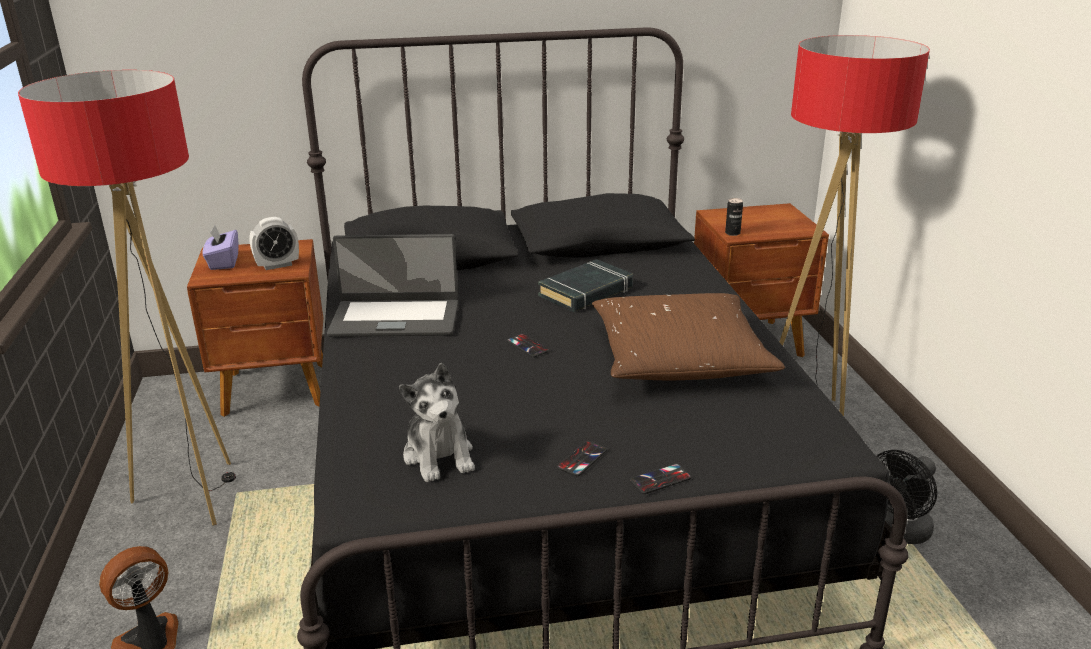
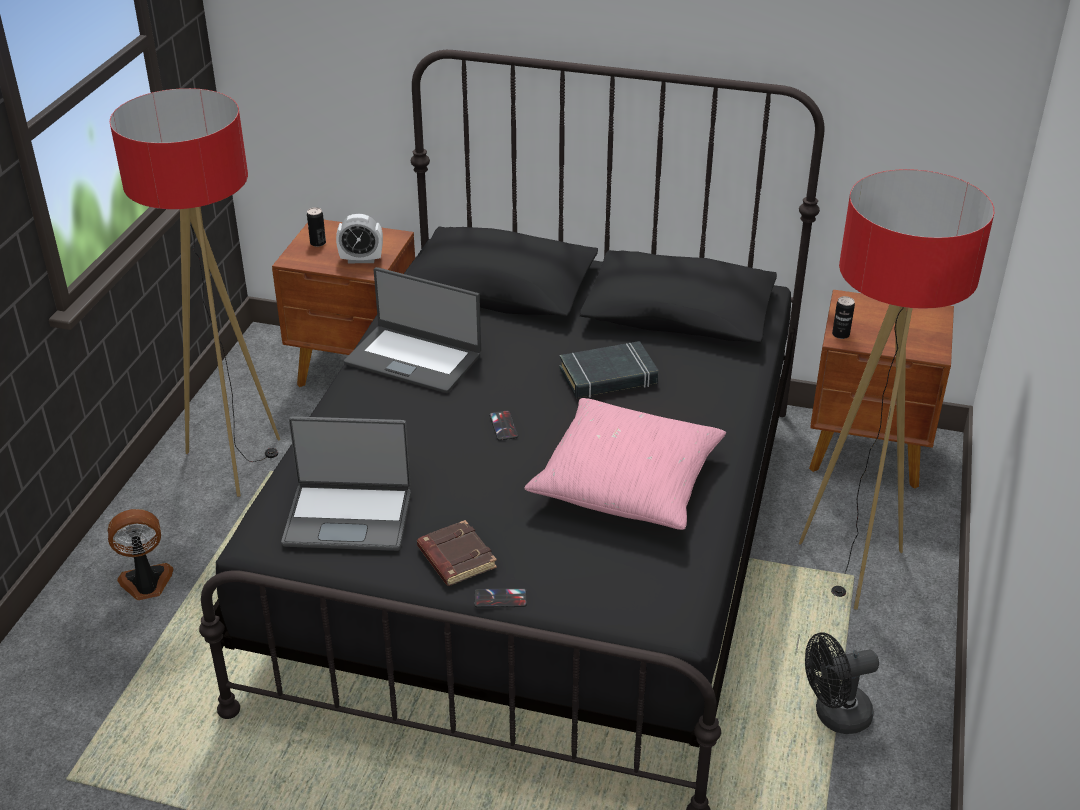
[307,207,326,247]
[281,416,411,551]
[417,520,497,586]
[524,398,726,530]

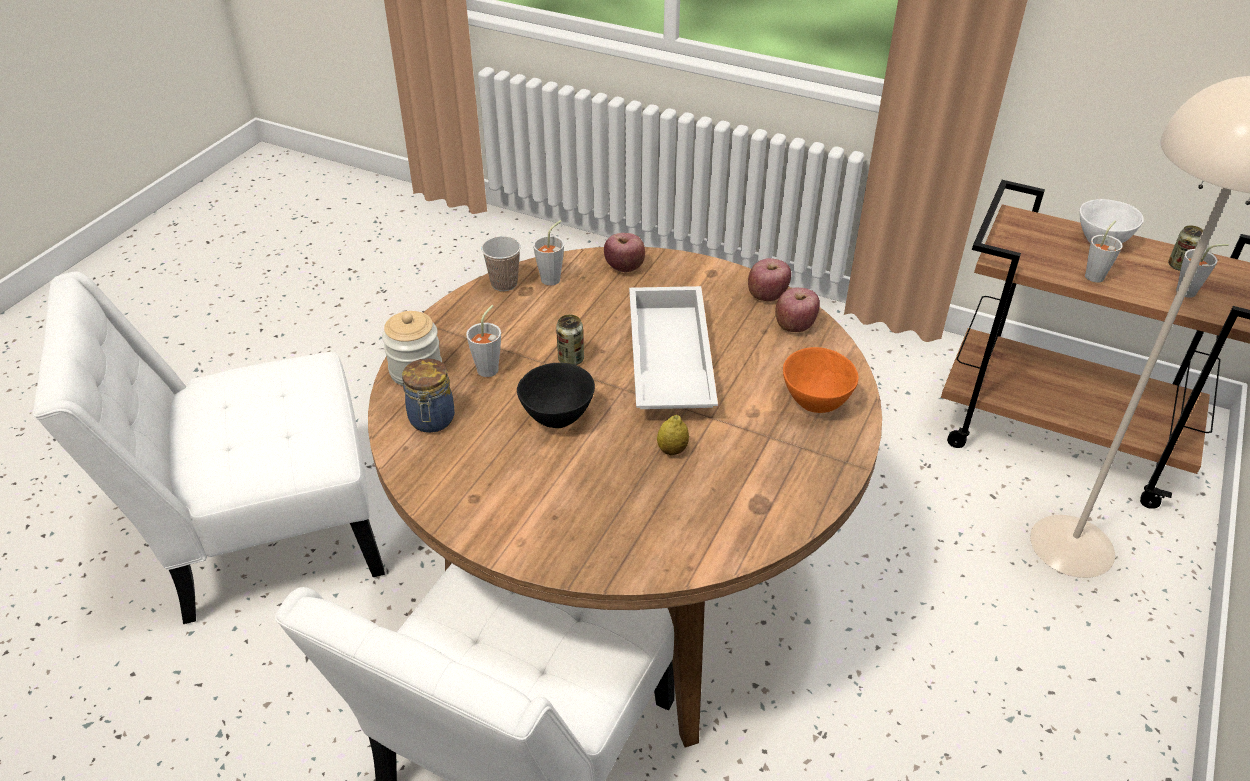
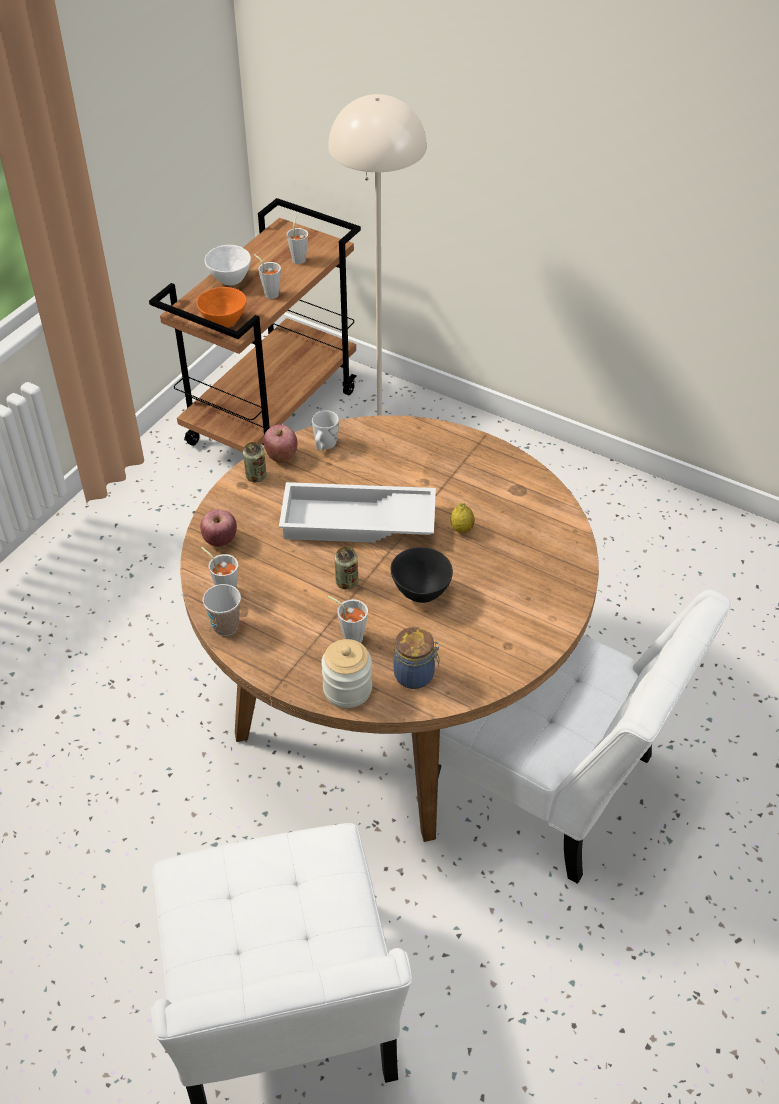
[312,410,339,451]
[197,287,247,328]
[243,442,267,482]

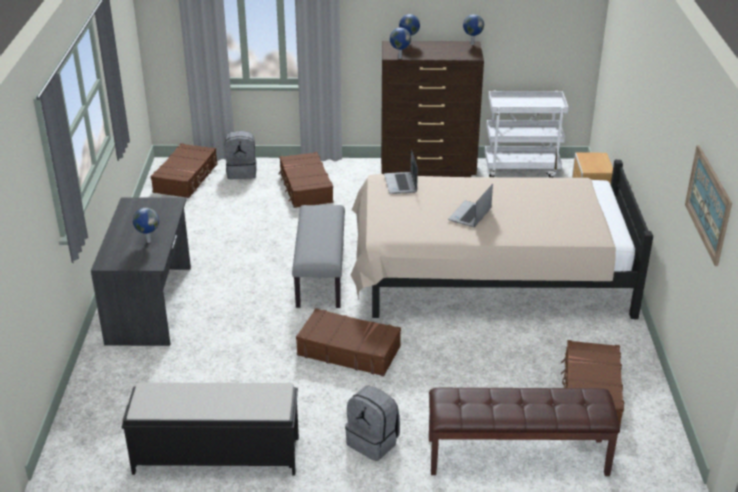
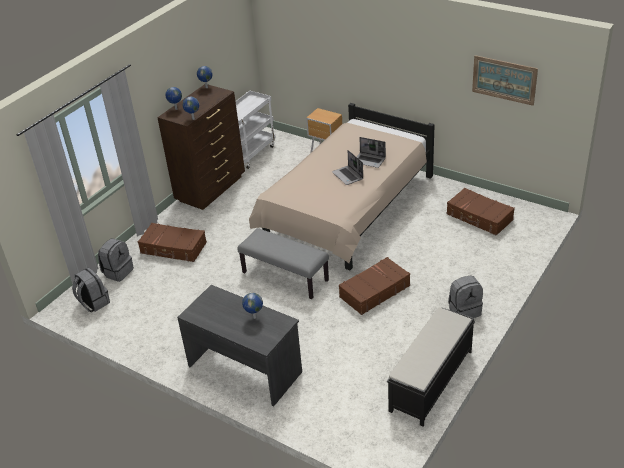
[72,267,110,312]
[357,137,386,168]
[429,387,620,476] (first image)

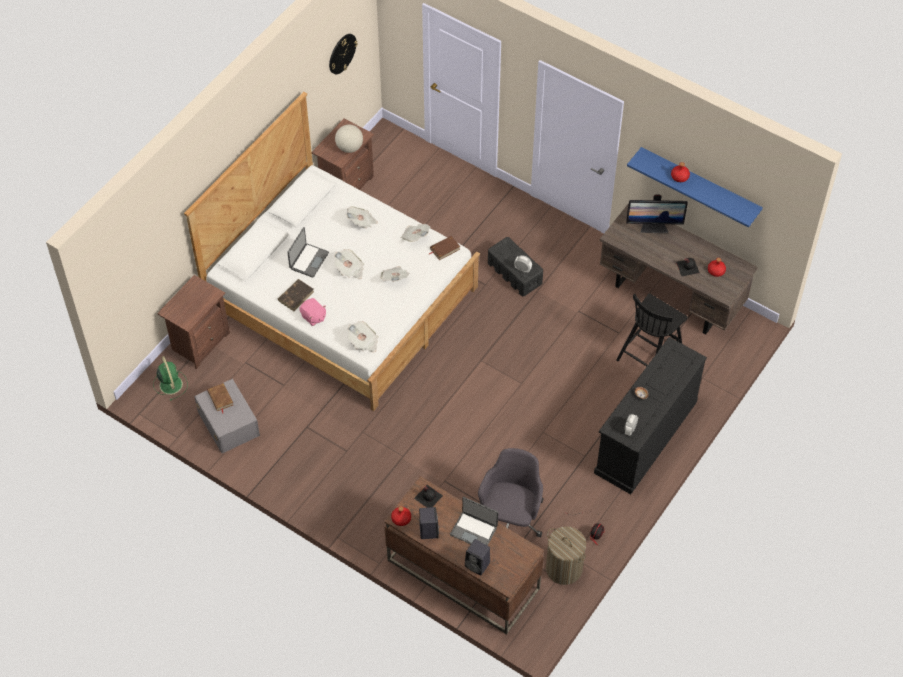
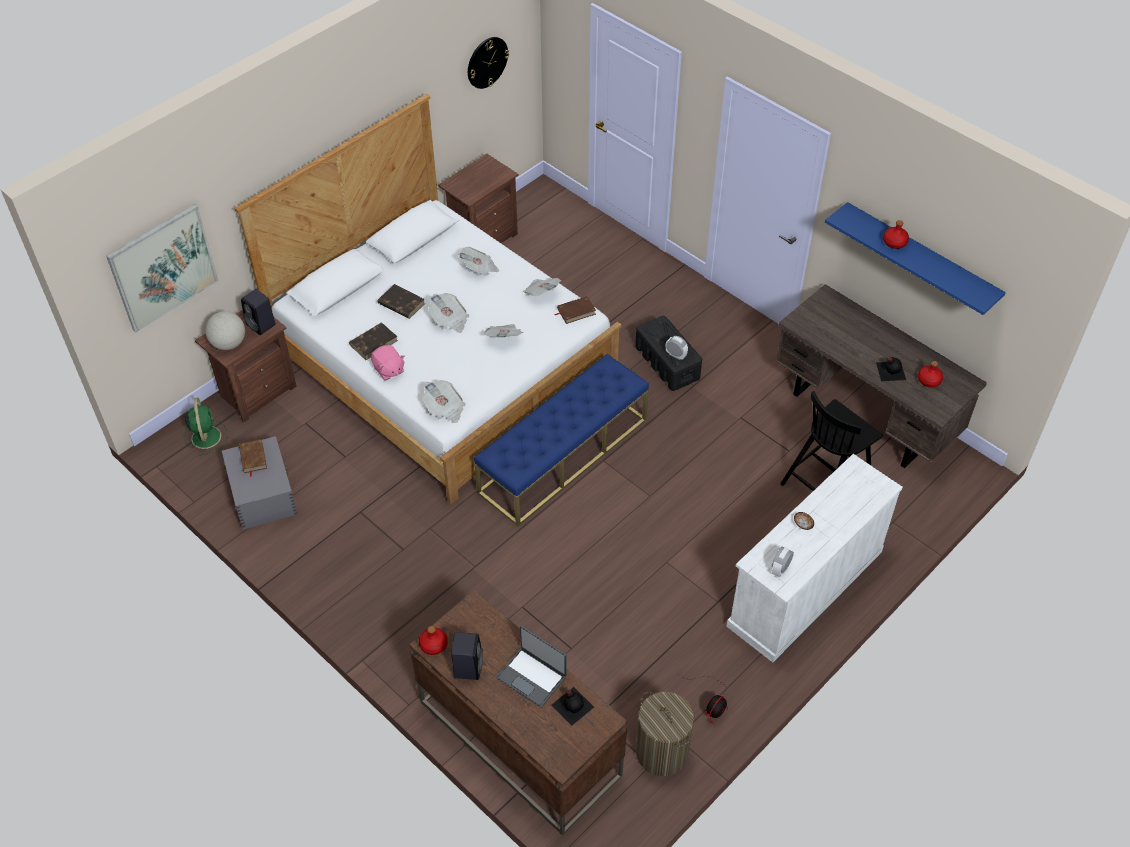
[378,284,425,319]
[205,311,245,350]
[551,687,594,726]
[241,289,276,335]
[478,448,544,537] (first image)
[726,454,903,663]
[626,195,688,233] (first image)
[106,204,219,332]
[474,354,649,526]

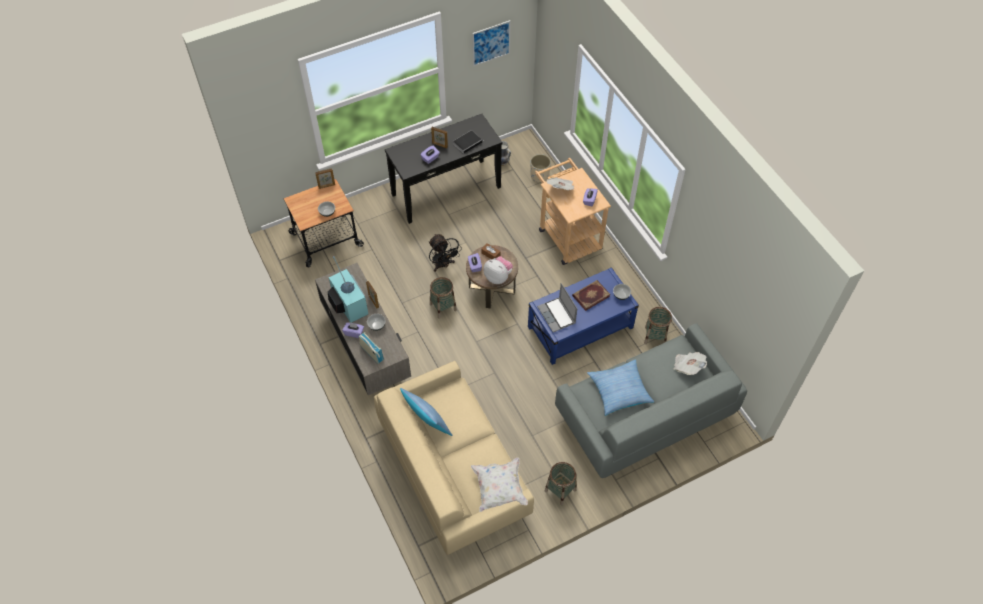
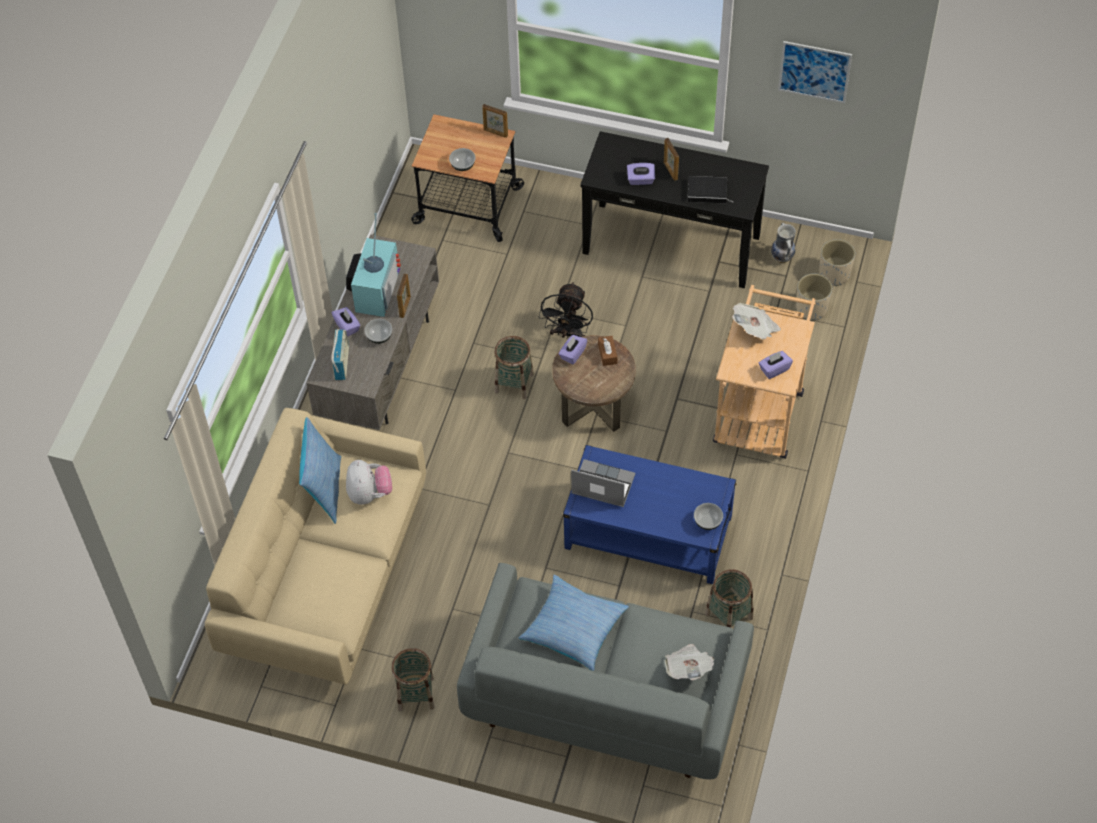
[471,458,528,512] (first image)
[346,460,392,505]
[571,459,635,507]
[572,280,610,311] (first image)
[819,239,855,286]

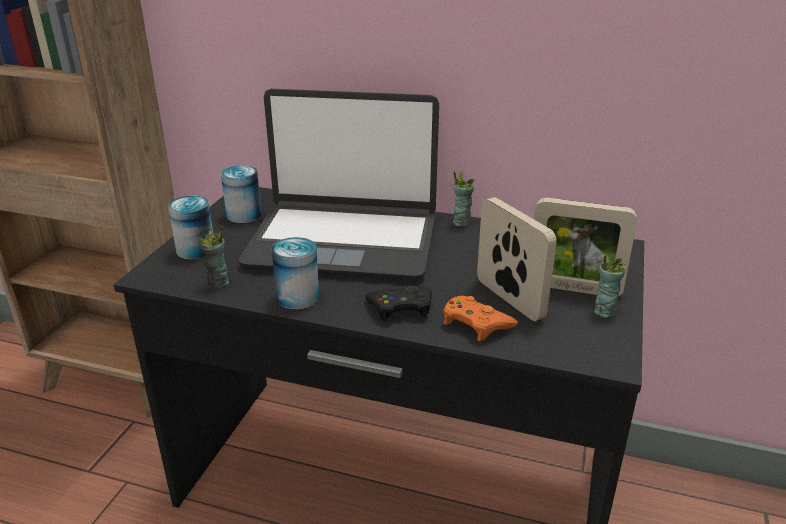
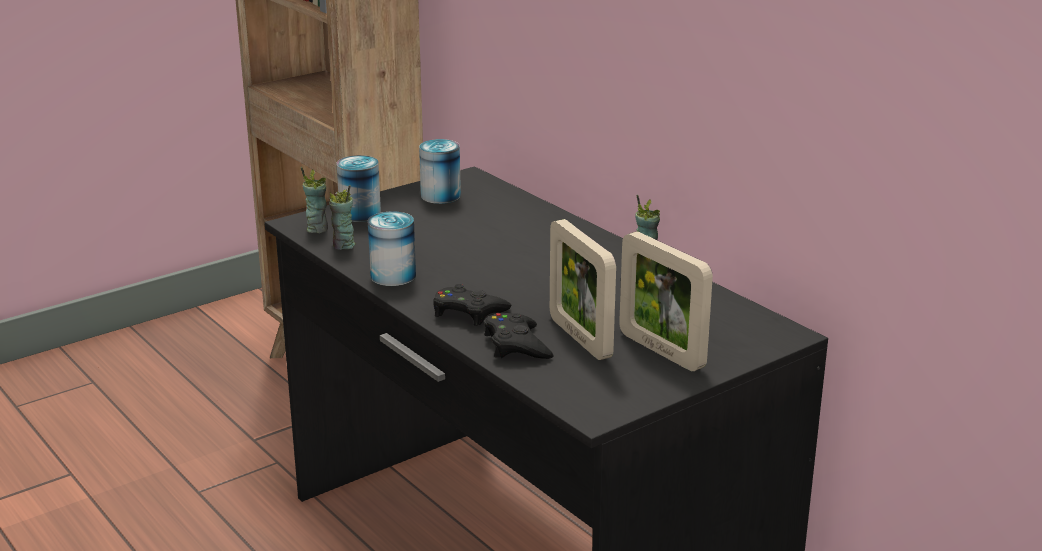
[239,89,439,280] (first image)
[484,313,554,359]
[550,219,616,360]
[301,167,328,233]

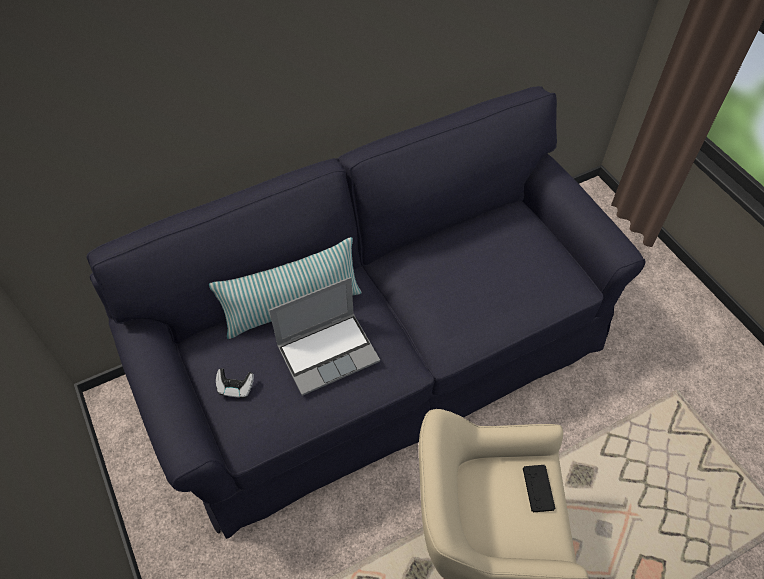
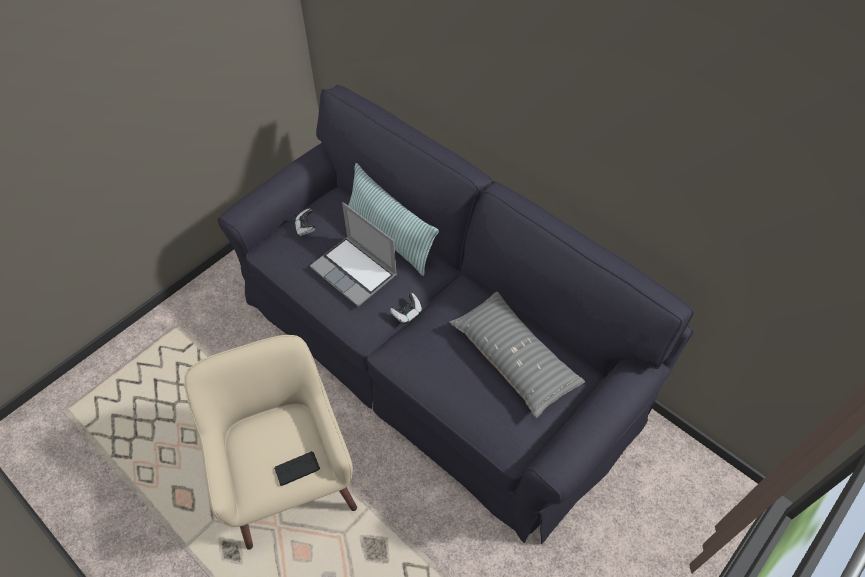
[390,293,422,324]
[449,292,585,418]

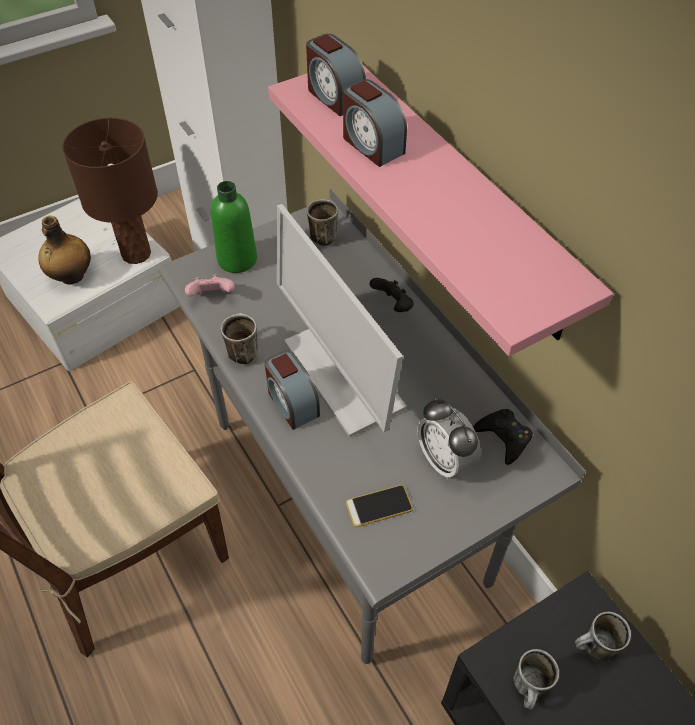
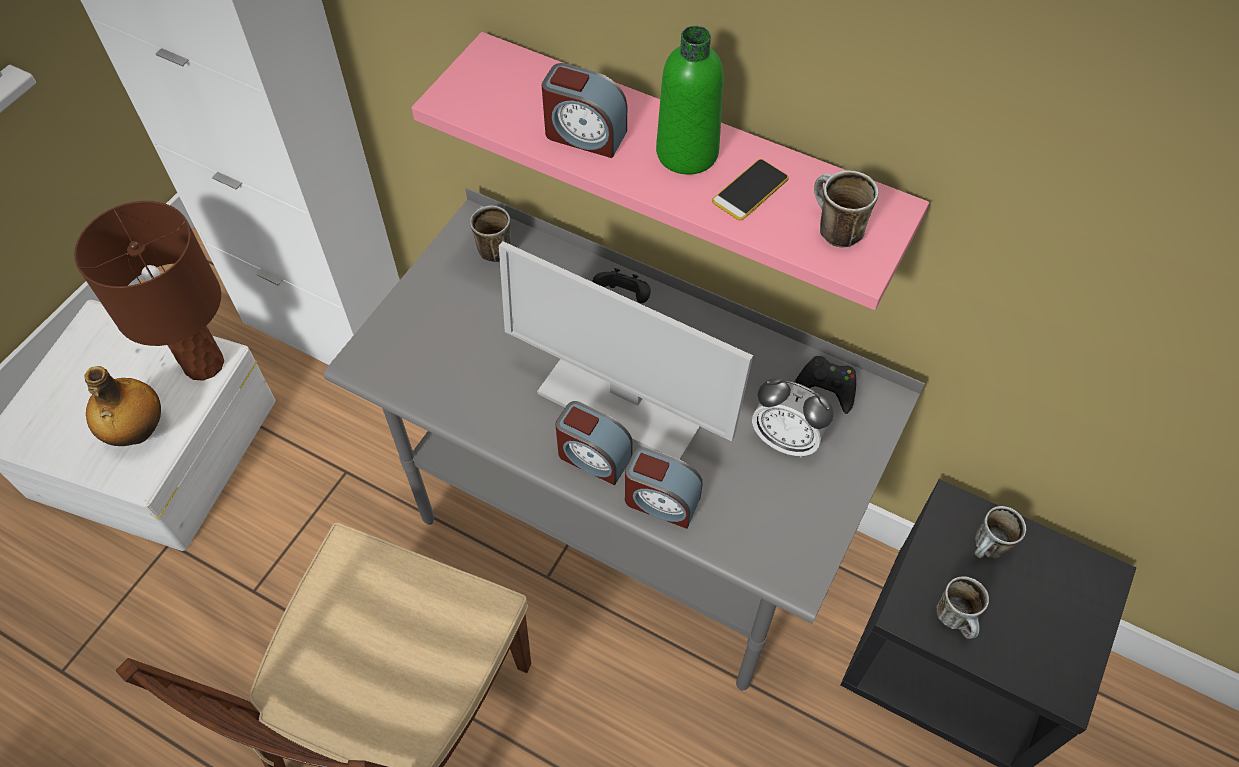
[185,274,235,296] (first image)
[656,26,724,175]
[814,170,878,248]
[625,447,703,529]
[712,159,789,221]

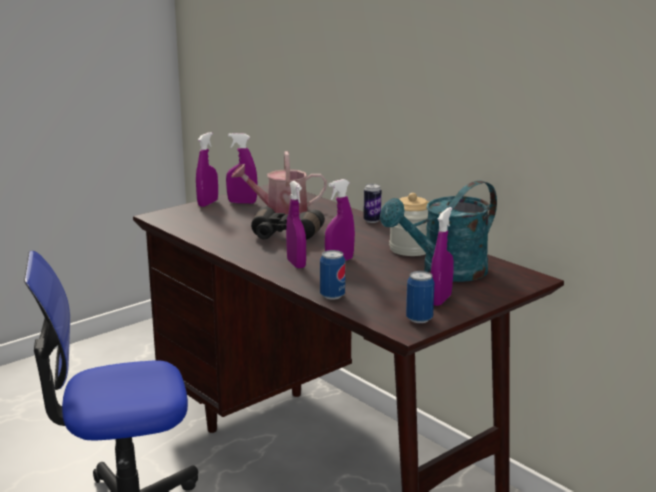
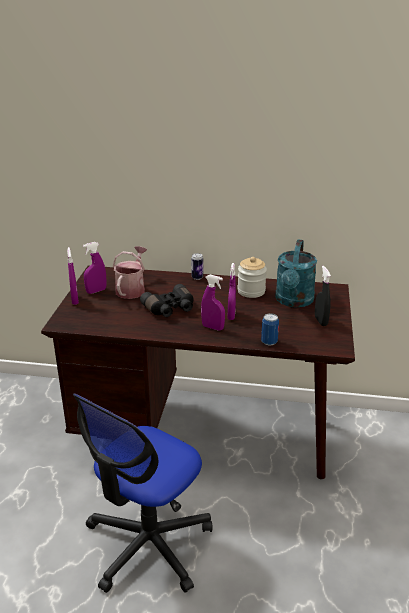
[113,246,147,299]
[406,271,434,323] (first image)
[315,266,331,326]

